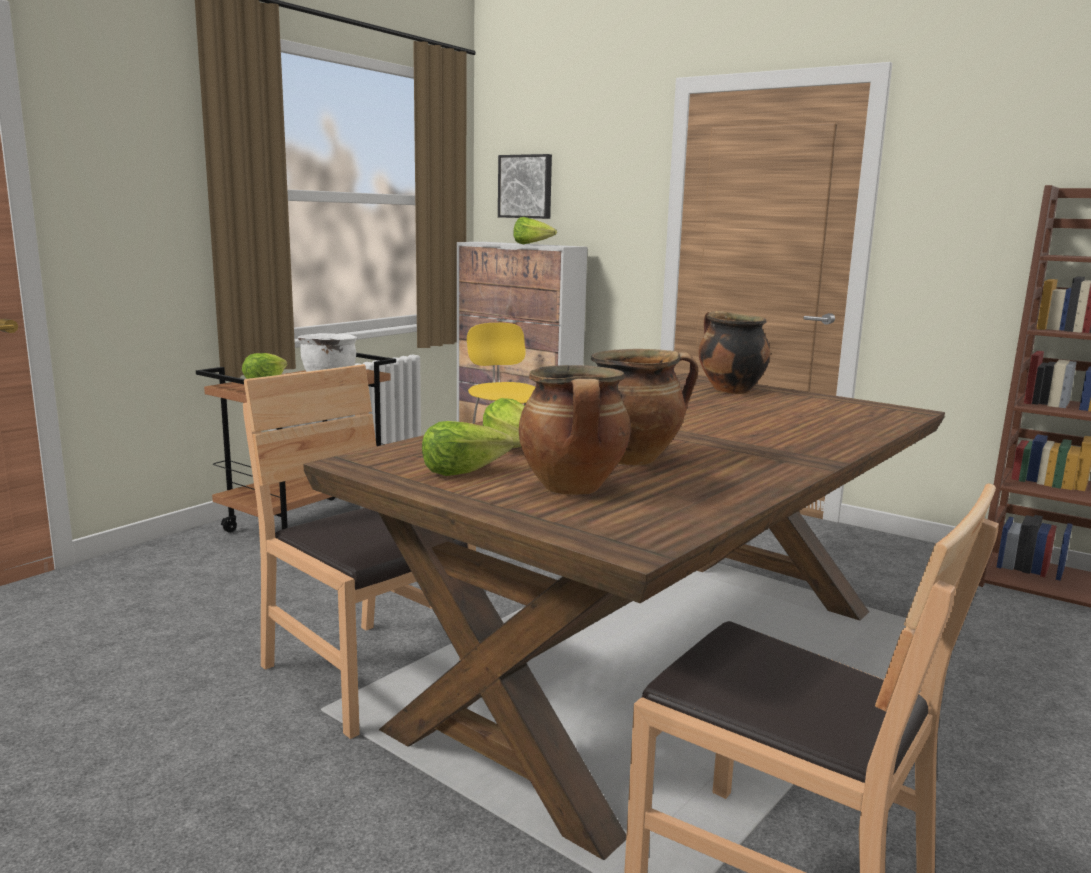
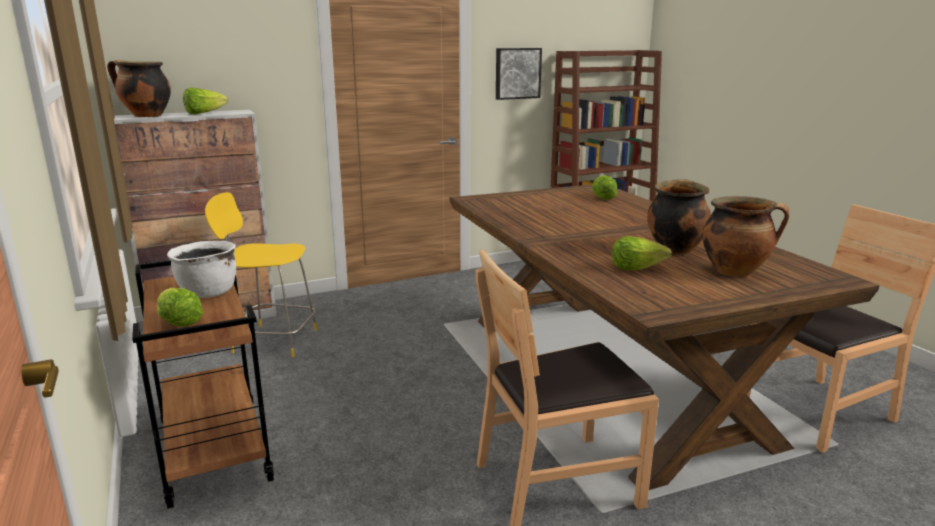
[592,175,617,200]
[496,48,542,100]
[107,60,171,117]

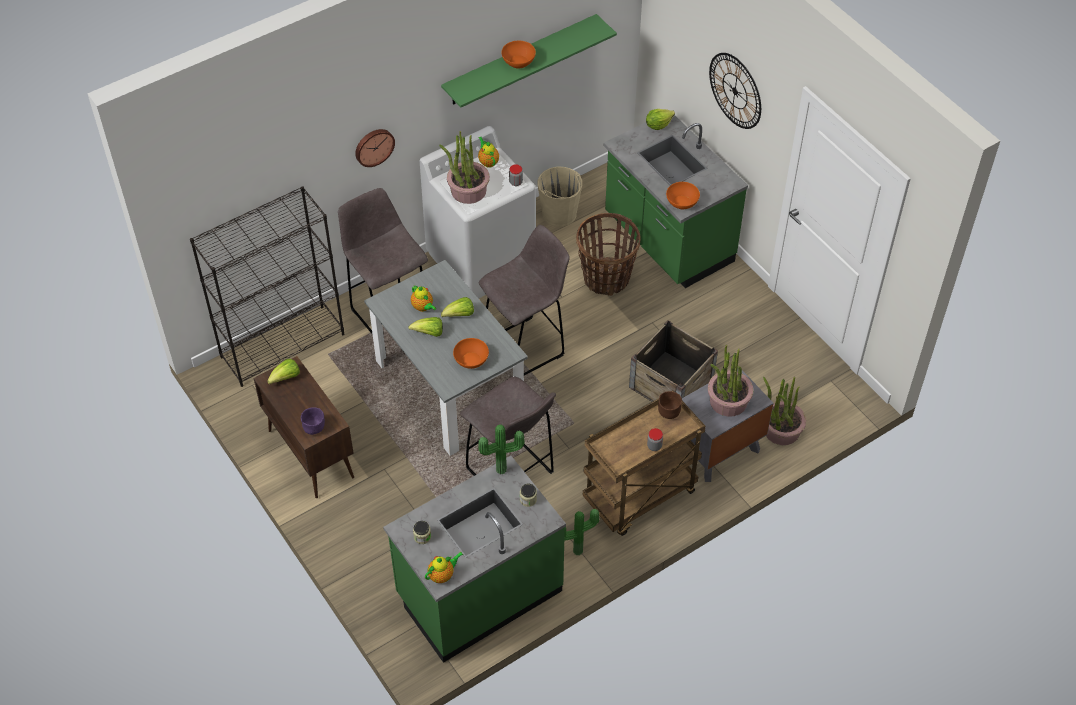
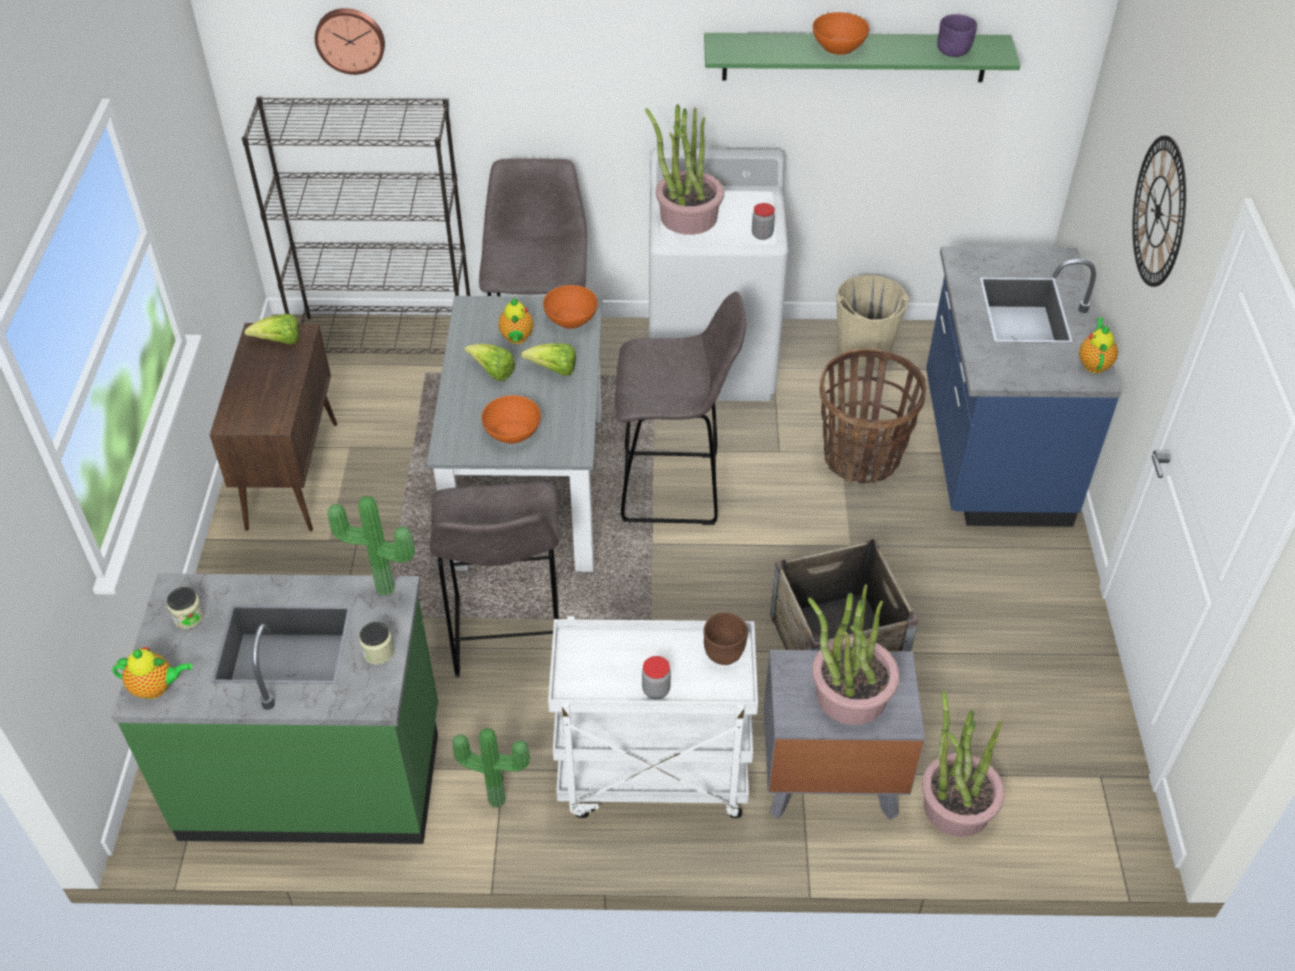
[937,14,977,57]
[315,8,385,75]
[1079,318,1118,373]
[548,616,758,818]
[926,246,1122,527]
[646,109,675,130] (first image)
[543,285,598,329]

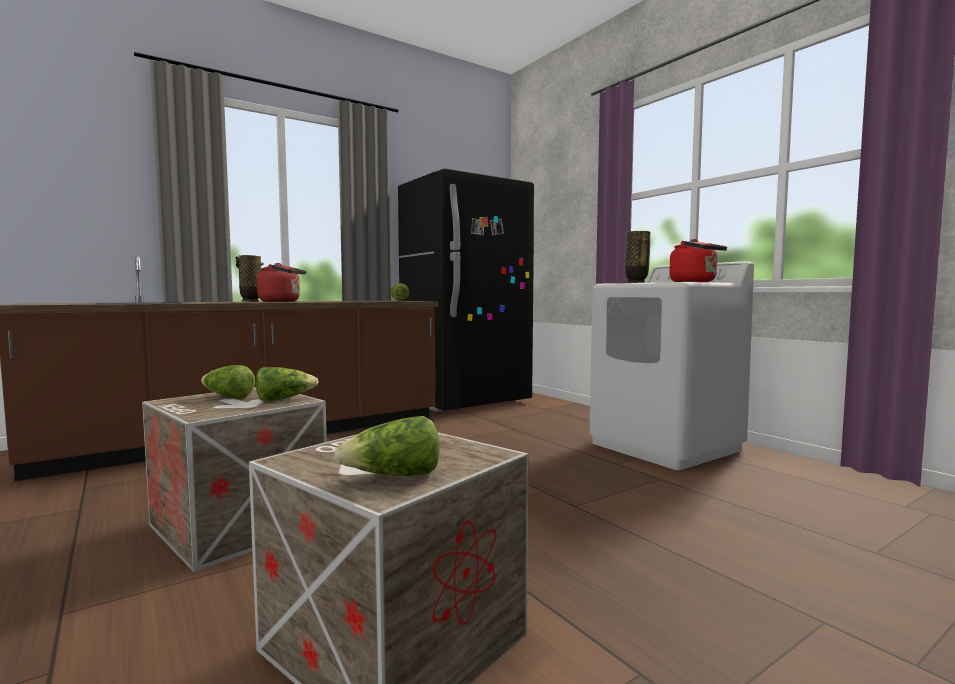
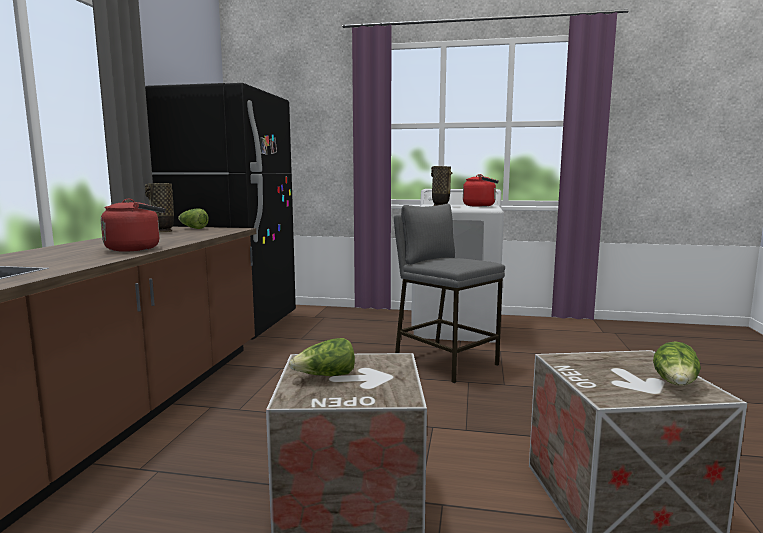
[144,183,174,232]
[256,367,319,402] (first image)
[394,204,505,383]

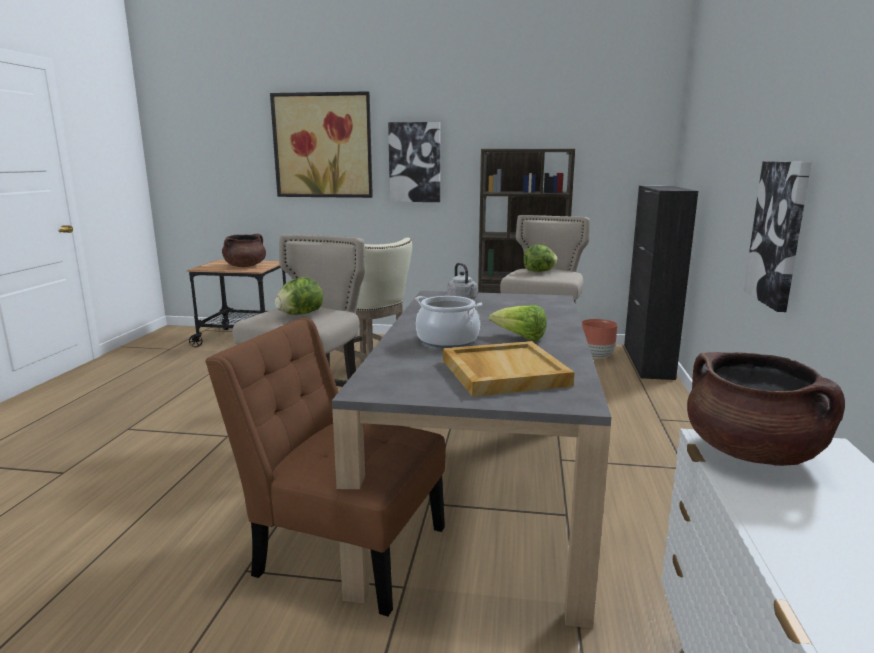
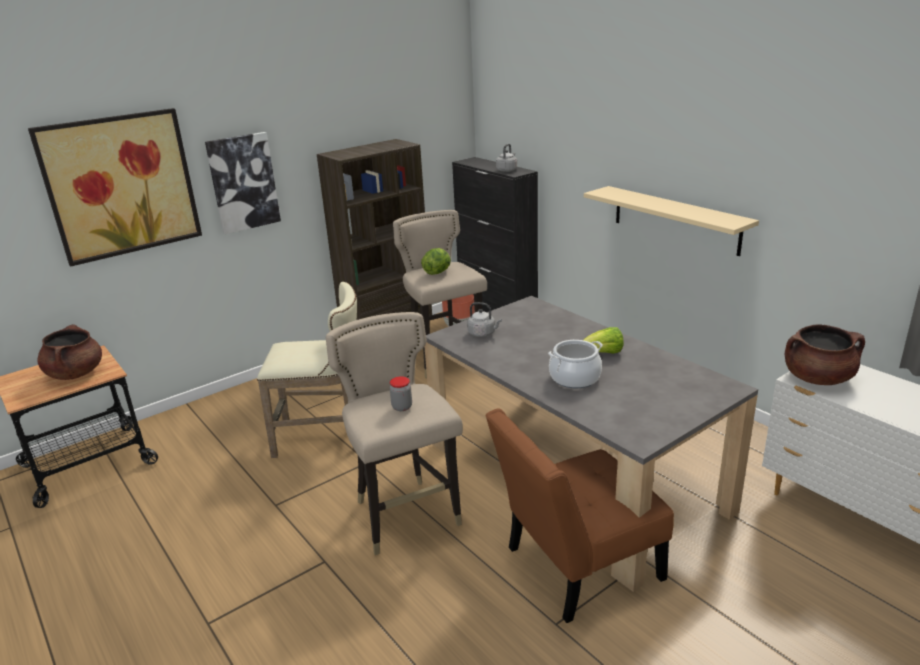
[390,376,412,411]
[443,341,575,397] (first image)
[584,186,759,256]
[496,144,517,172]

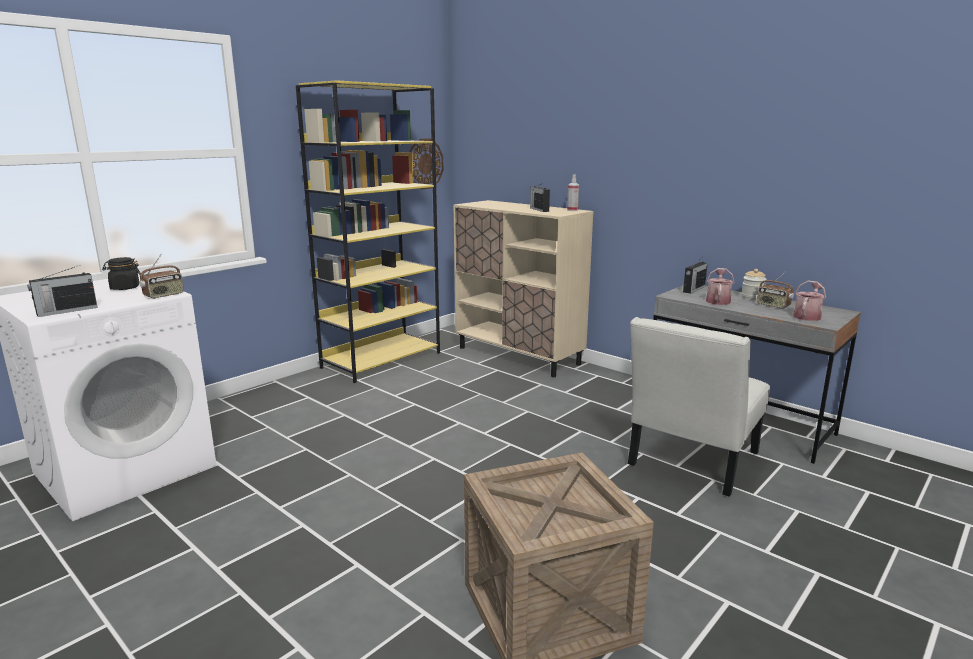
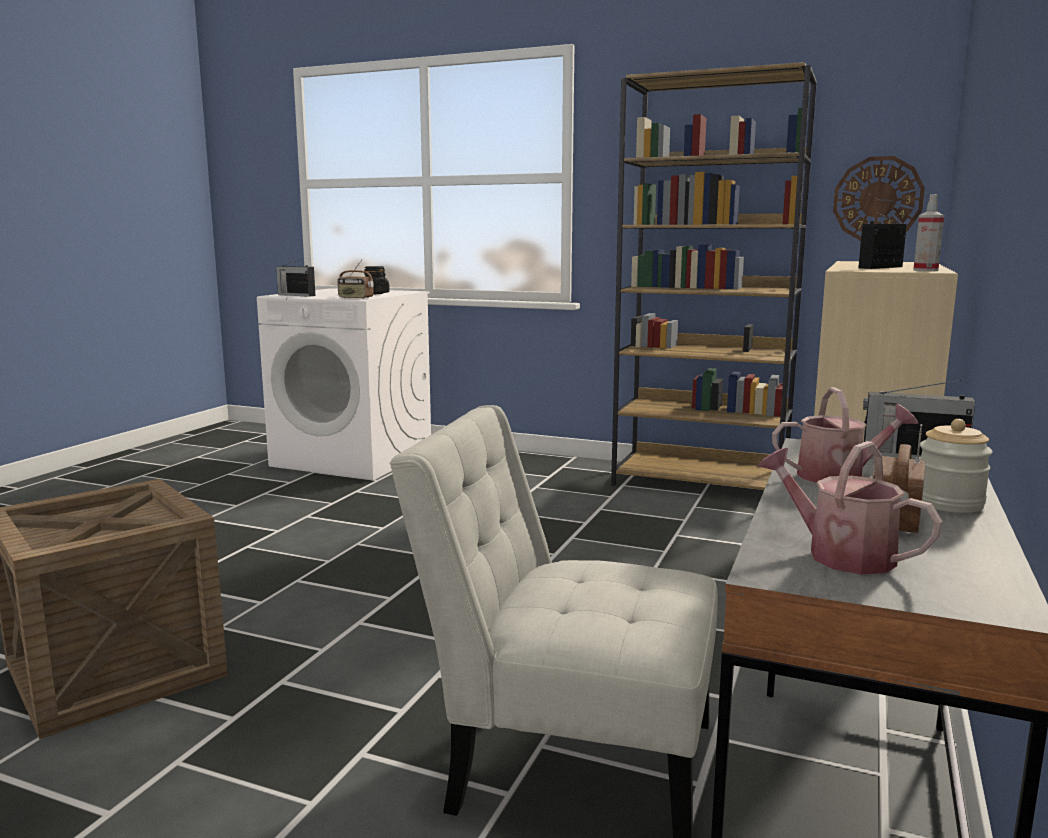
[611,62,817,490]
[757,441,943,574]

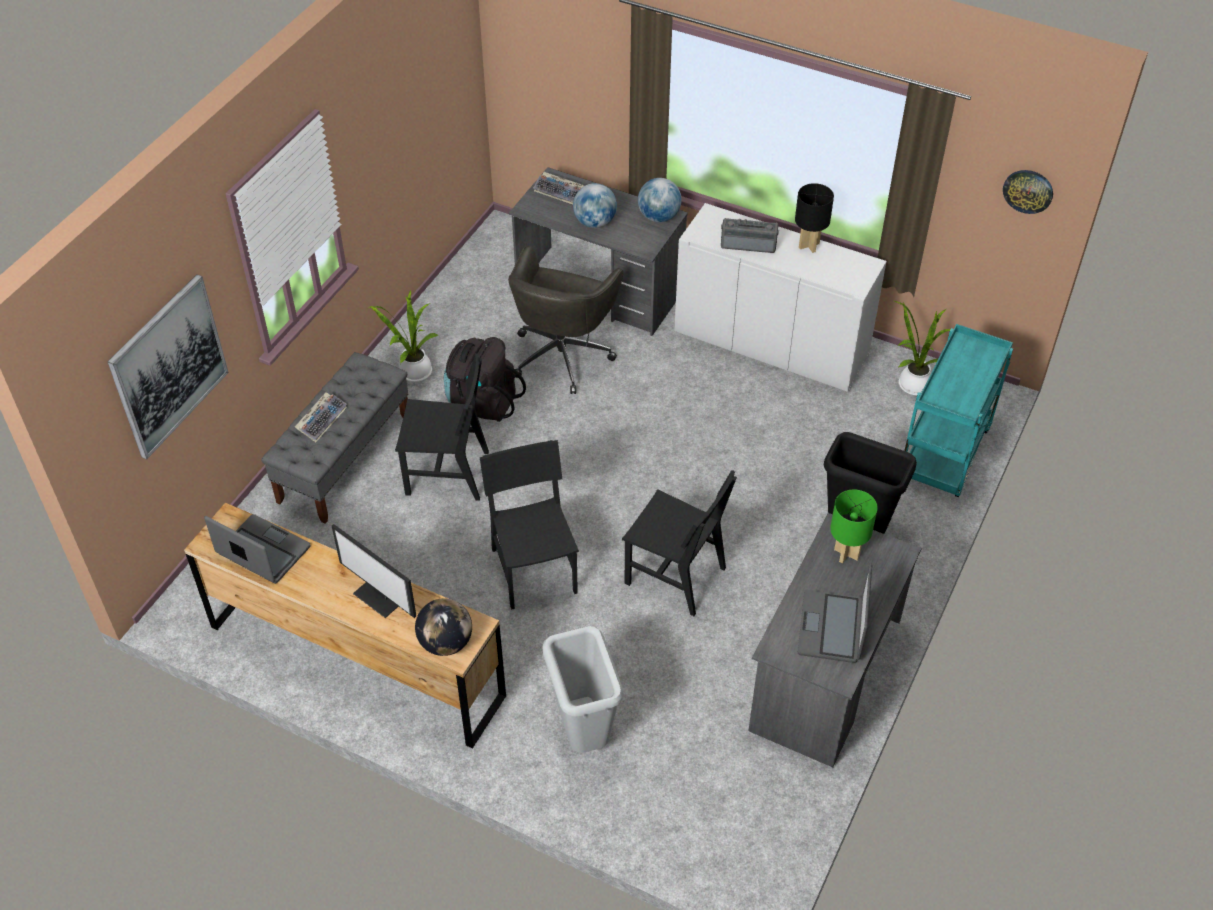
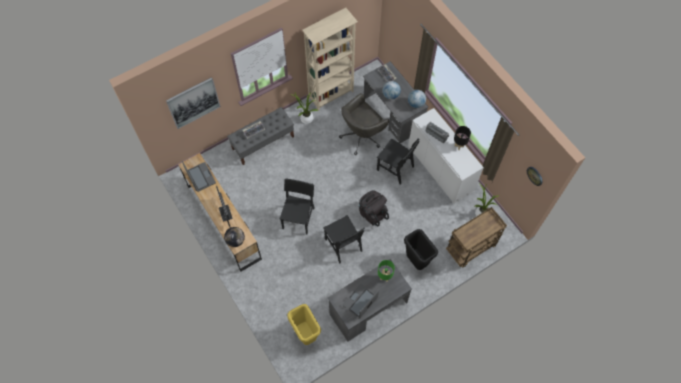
[377,138,420,185]
[359,190,389,227]
[542,626,623,753] (first image)
[446,207,507,267]
[287,304,321,345]
[302,8,358,111]

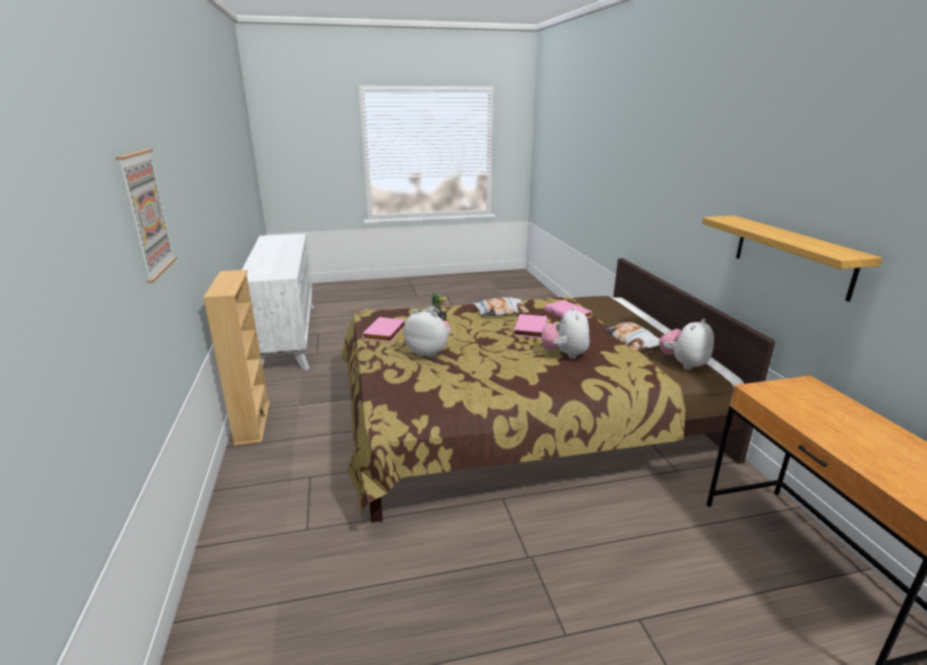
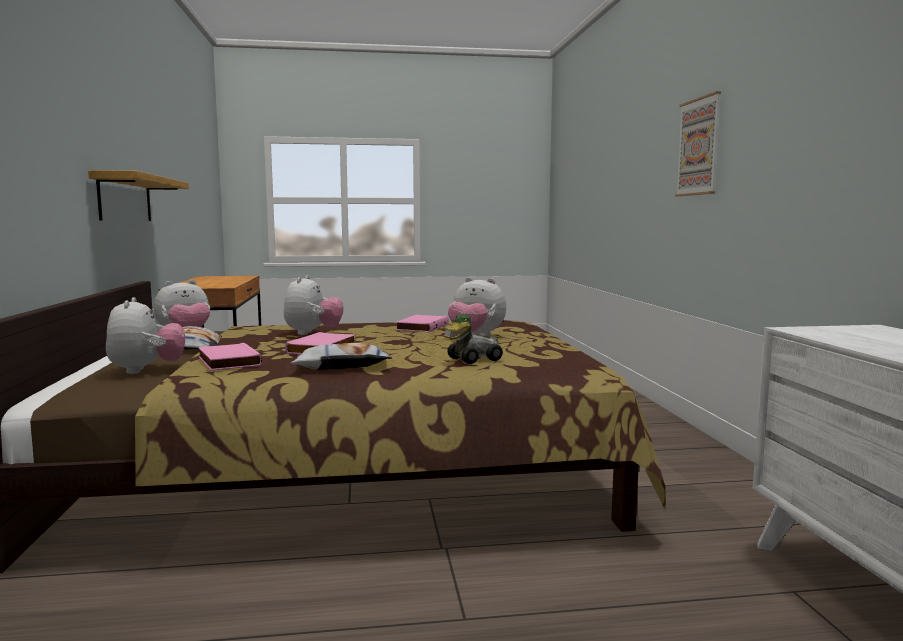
[203,270,270,446] (first image)
[395,315,449,333]
[106,297,185,374]

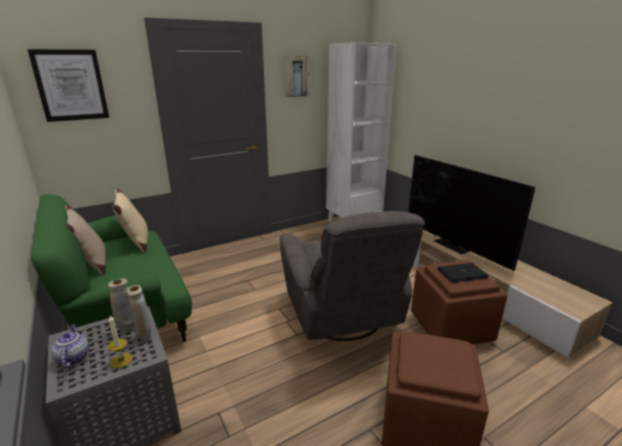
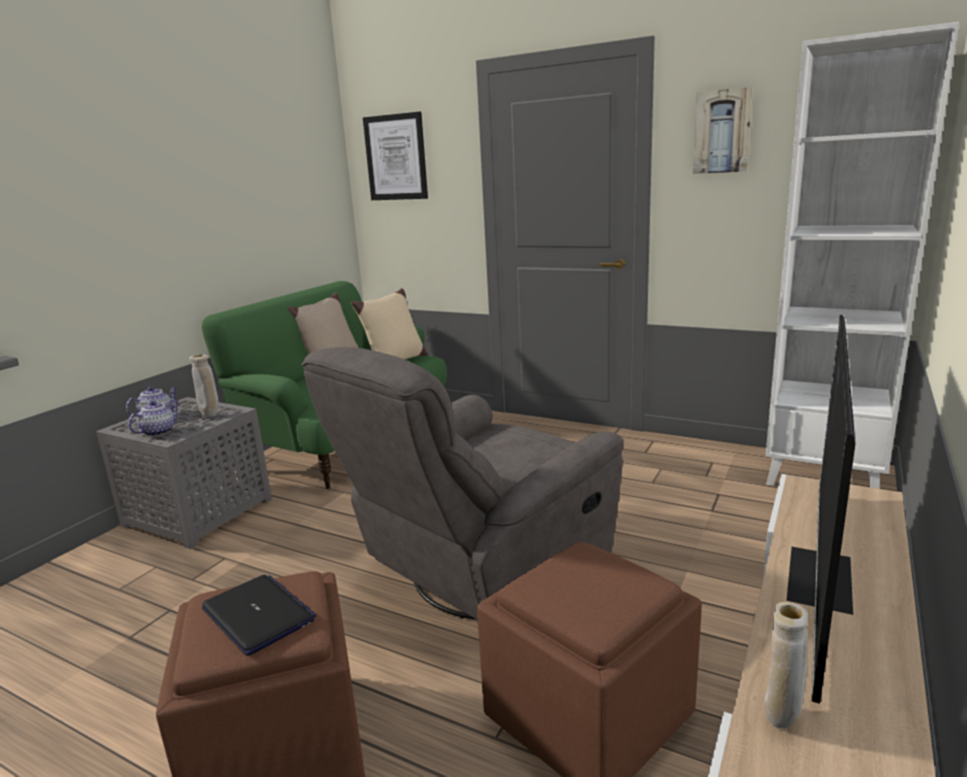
[128,400,179,436]
[764,602,808,729]
[202,575,316,656]

